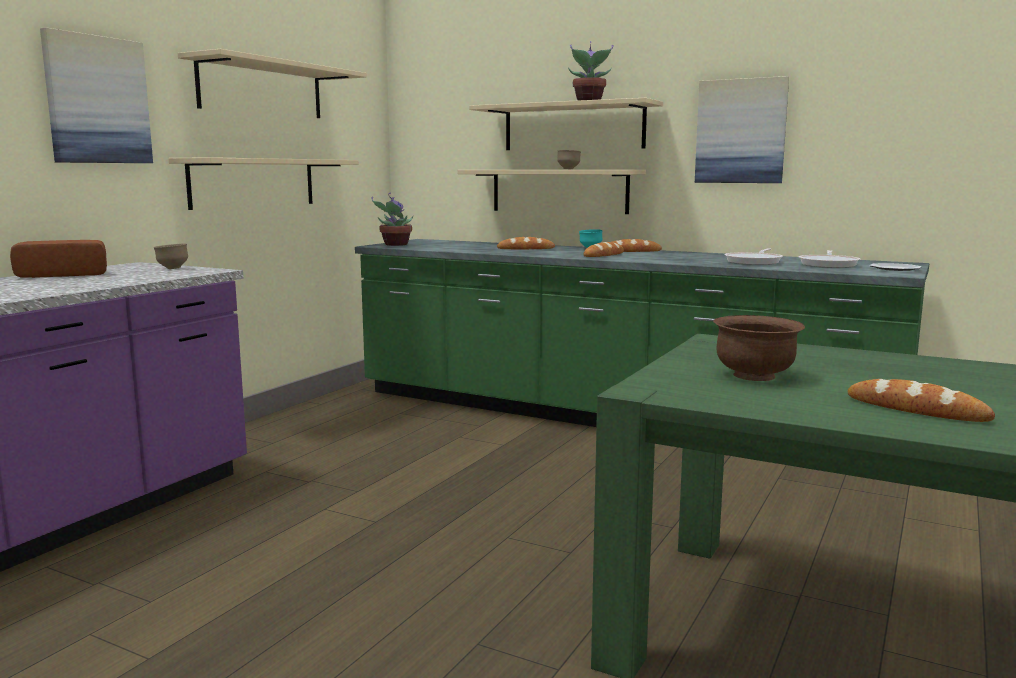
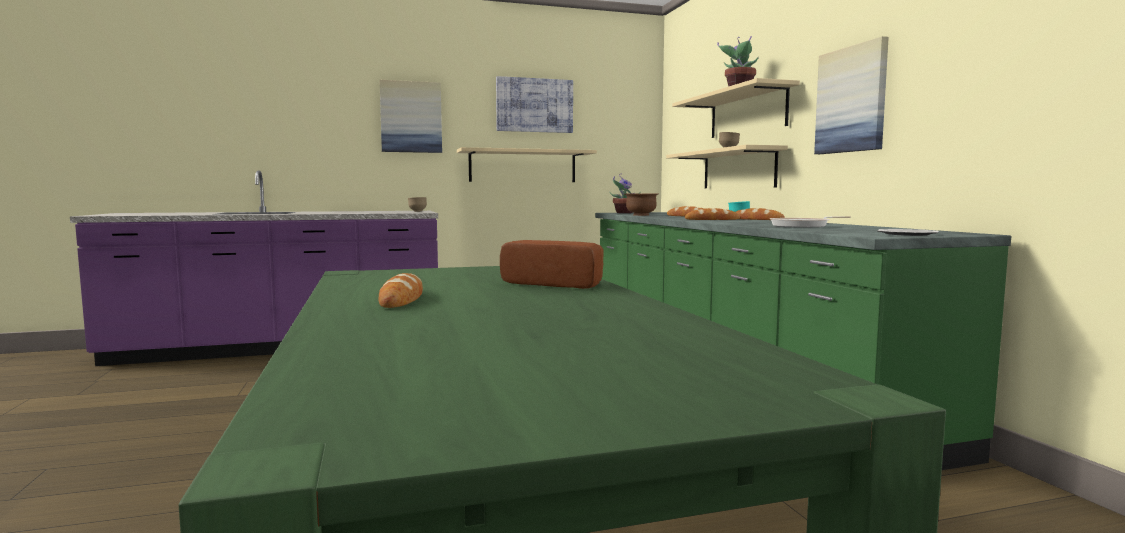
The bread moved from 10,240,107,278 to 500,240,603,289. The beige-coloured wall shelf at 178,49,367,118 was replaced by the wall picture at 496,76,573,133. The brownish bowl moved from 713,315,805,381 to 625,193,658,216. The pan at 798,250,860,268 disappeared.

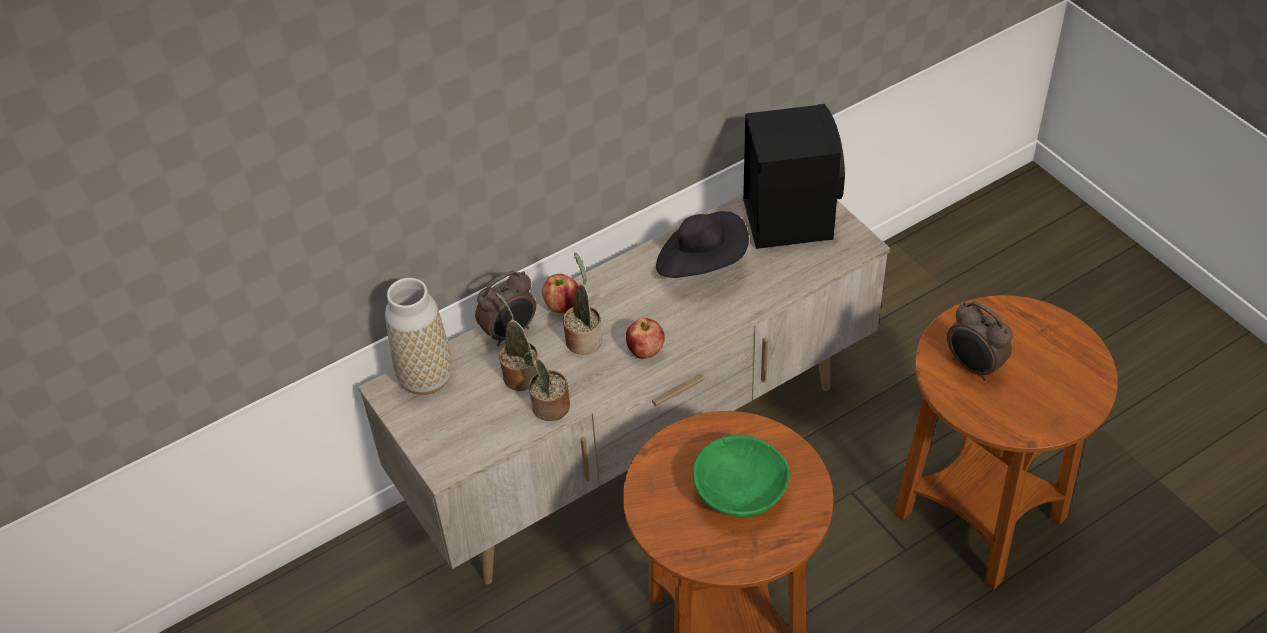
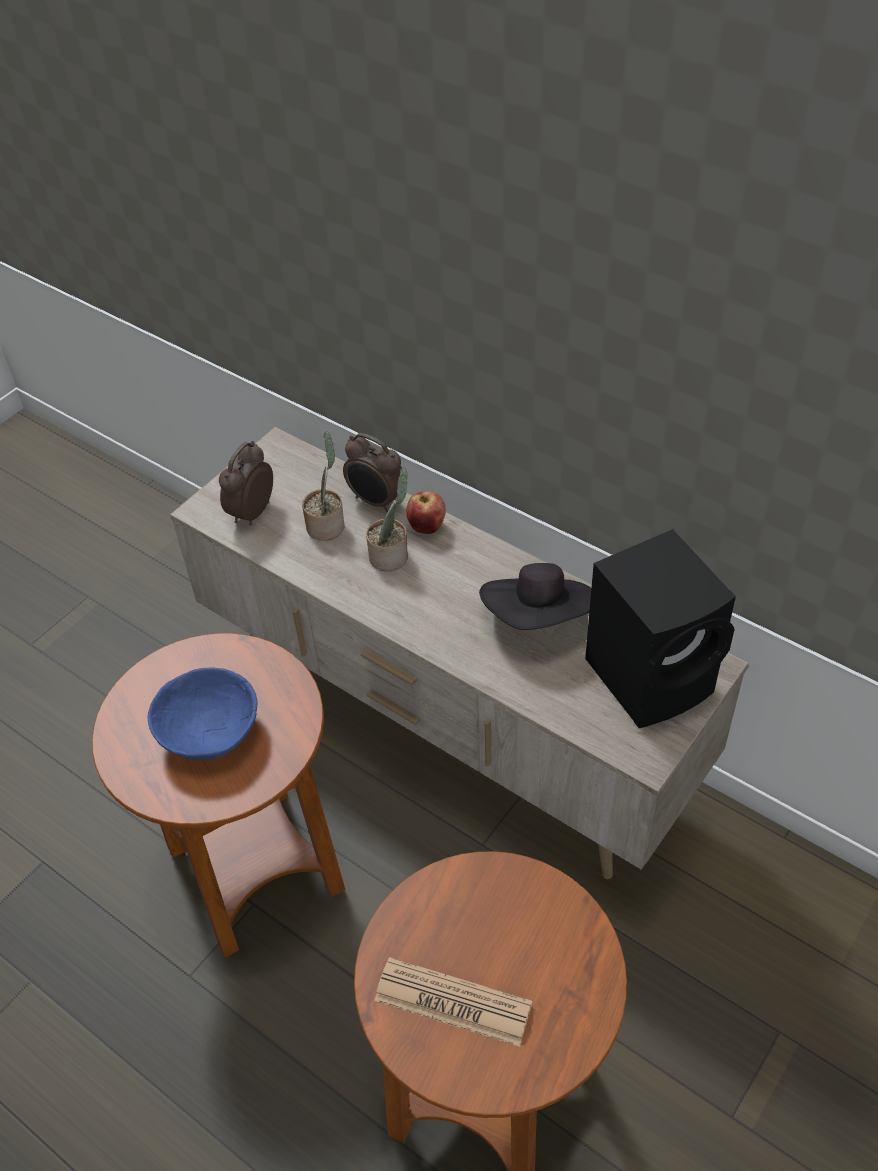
The vase at 385,278,452,395 disappeared. The houseplant at 523,352,570,421 disappeared. The apple fruit at 626,318,665,359 disappeared. The green bowl at 693,435,790,518 became the blue bowl at 147,668,257,760. The bedside clock moved from 947,301,1012,381 to 219,441,273,526. The printed paper at 374,957,532,1047 appeared.

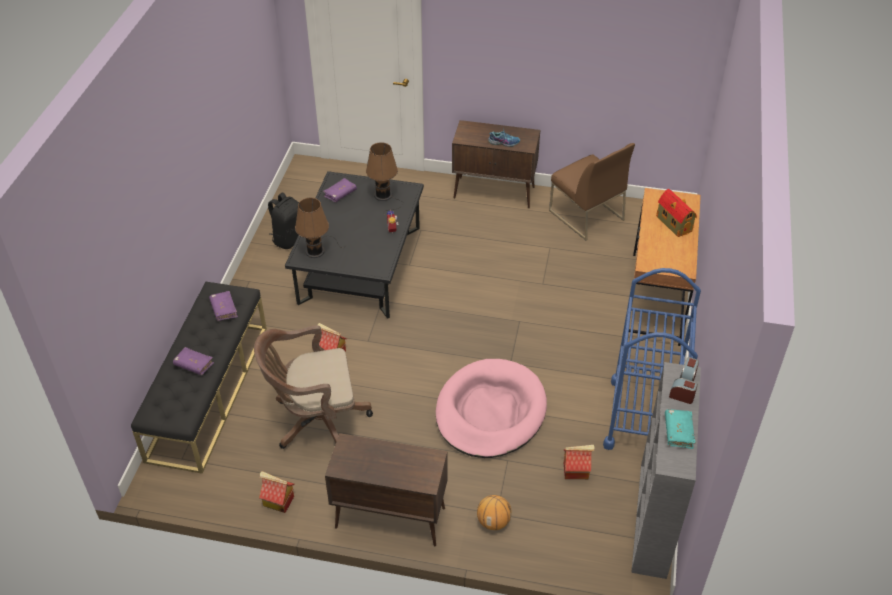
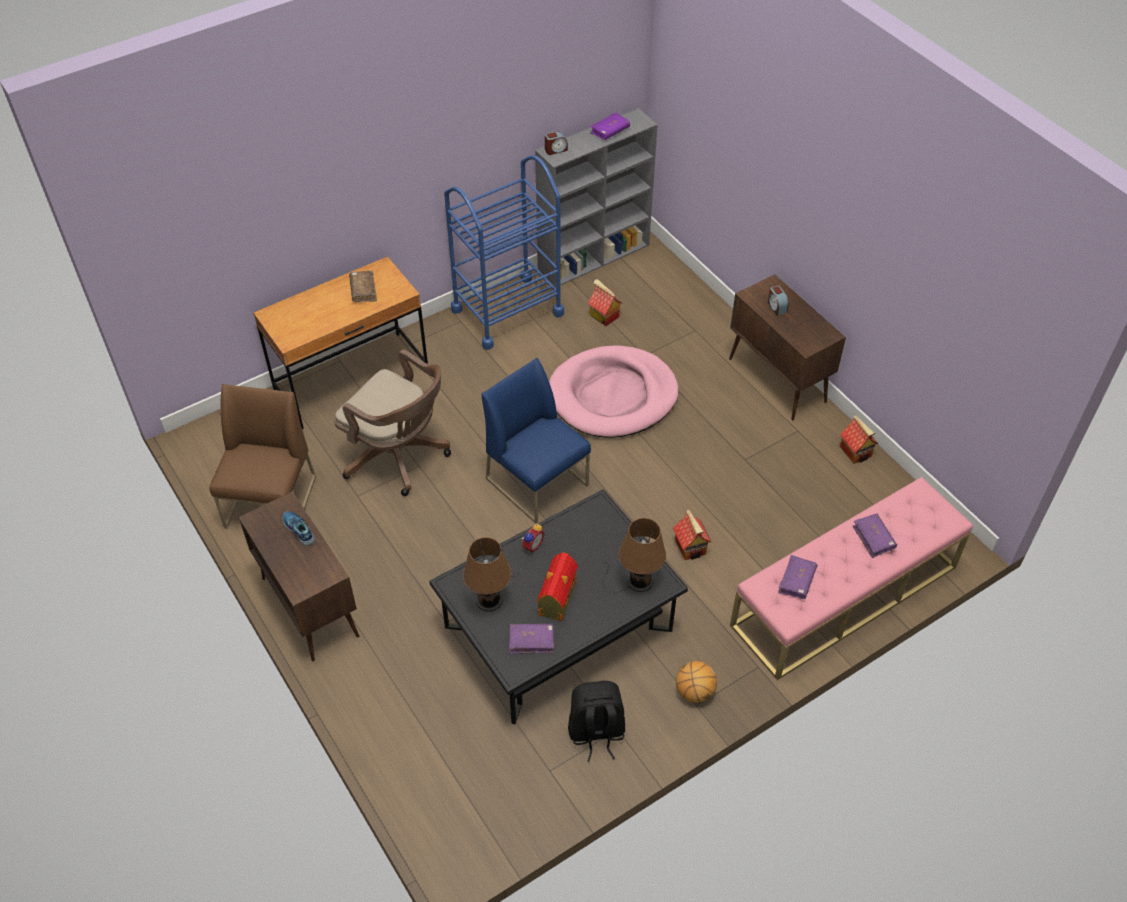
The black bench at 131,282,267,474 became the pink bench at 730,477,973,680. The brownish computer chair moved from 254,325,373,449 to 334,349,451,496. The basketball ball moved from 477,495,512,530 to 676,661,717,703. The toy house moved from 656,189,697,237 to 537,552,578,621. The turquoise-coloured bound book at 665,409,696,449 became the purplish bound book at 590,112,630,140. The bedside clock moved from 669,378,698,404 to 768,285,789,315. The brownish bound book at 349,271,377,302 appeared. The blue chair at 482,358,591,524 appeared.

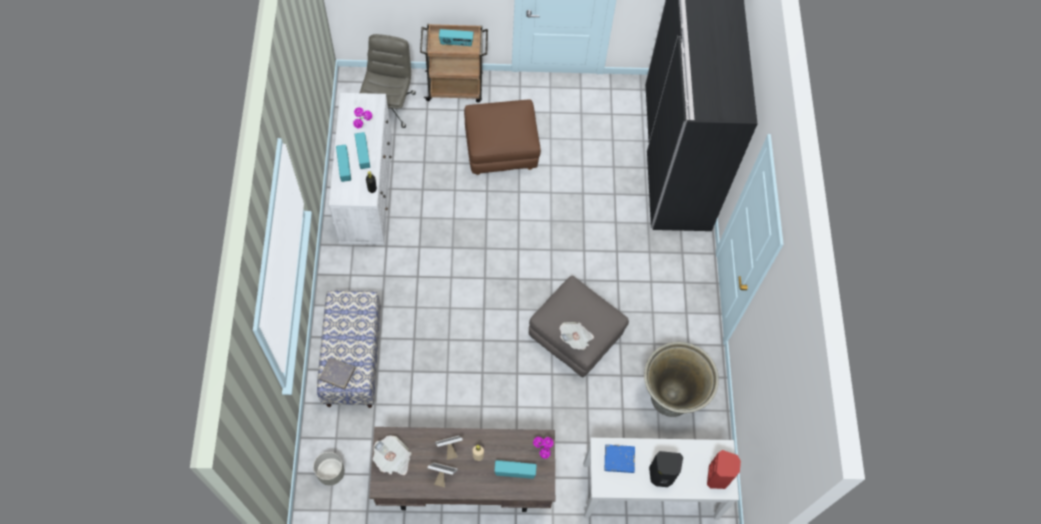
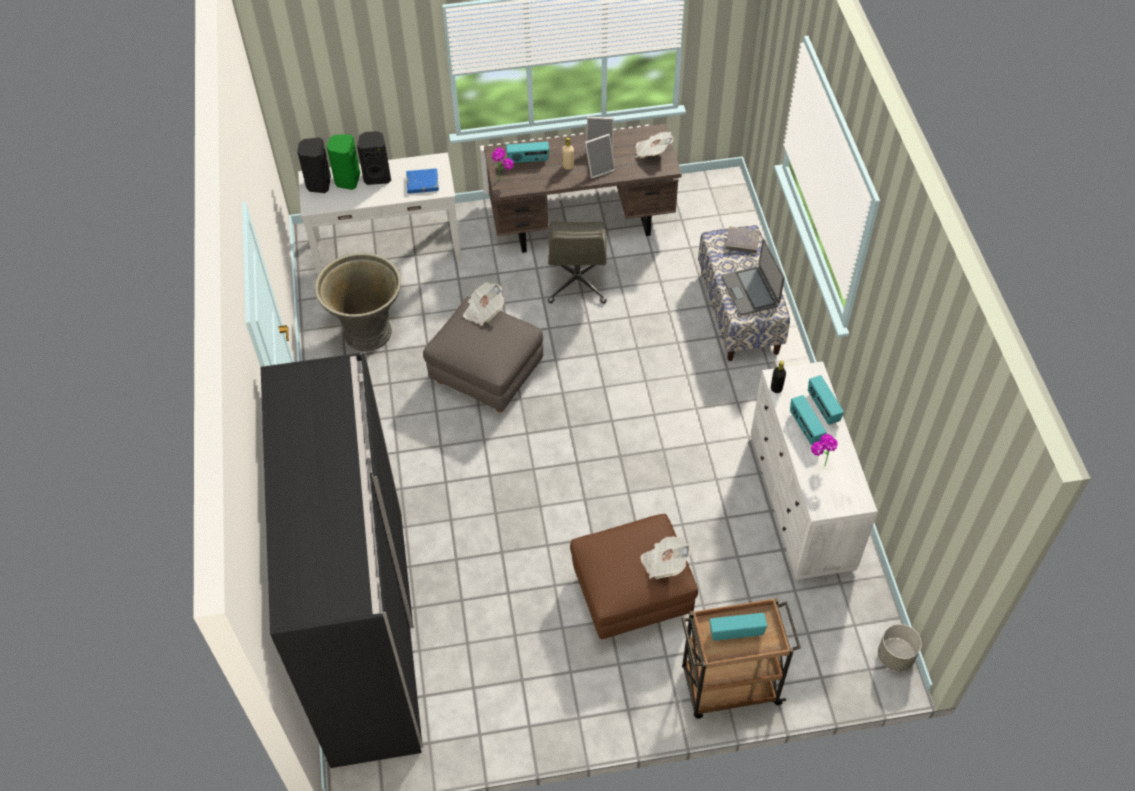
The greyish plant pot moved from 313,452,345,485 to 878,624,922,671. The greyish computer chair moved from 360,34,416,128 to 548,221,607,304. The reddish speaker at 707,450,741,489 became the black speaker at 297,137,331,193. The green speaker at 327,134,360,190 appeared. The printed paper at 640,536,691,579 appeared. The portable computer at 721,239,785,316 appeared.

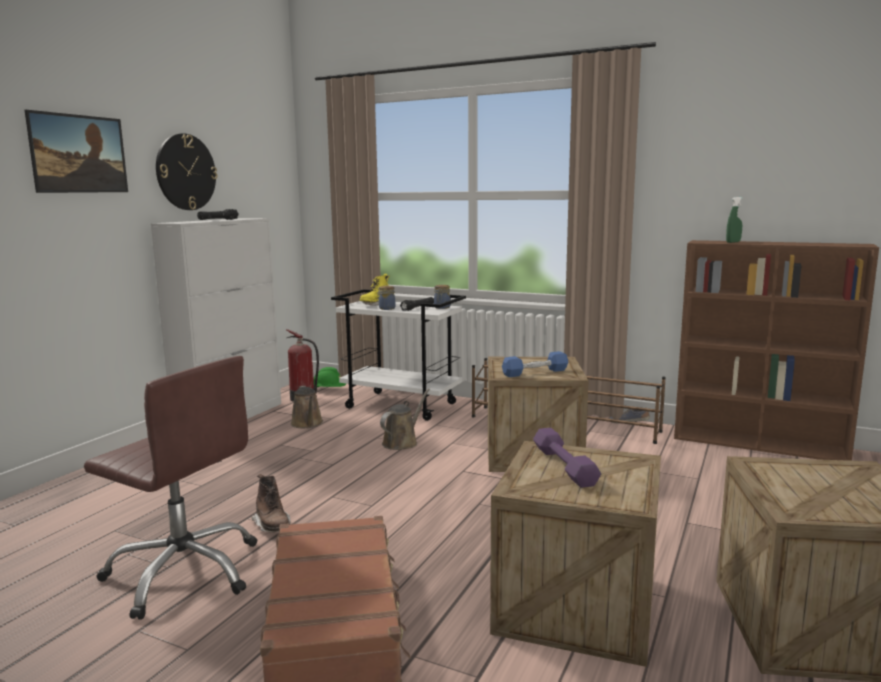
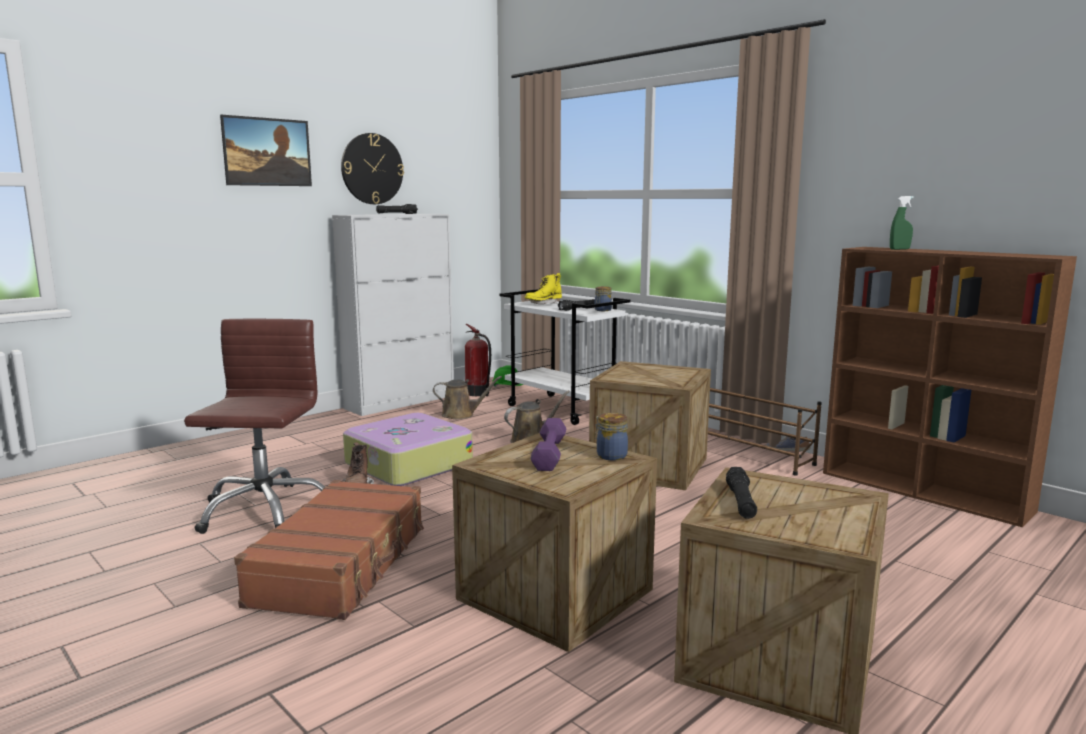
The brownish computer chair at 84,356,257,620 turned 135 degrees counterclockwise. The brownish sprinkling can at 291,386,323,428 turned 90 degrees counterclockwise. The preserve jar moved from 377,286,396,310 to 594,413,628,461. The blue free weight at 502,351,568,377 disappeared. The suitcase at 343,413,473,486 appeared. The black torch at 726,467,757,519 appeared.

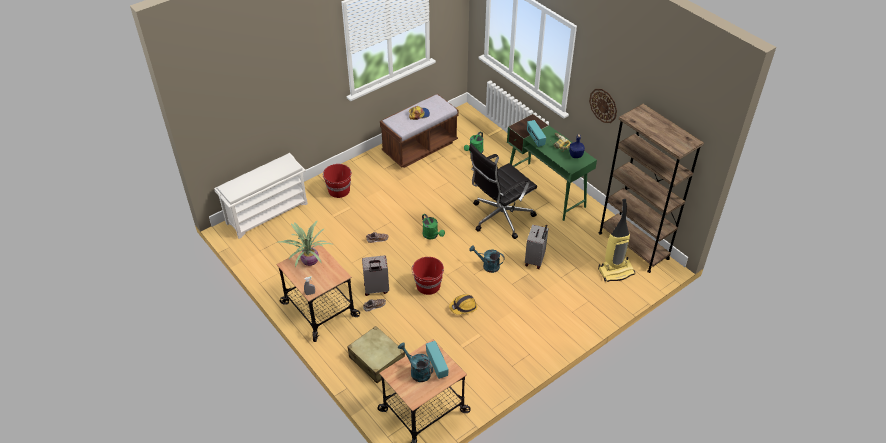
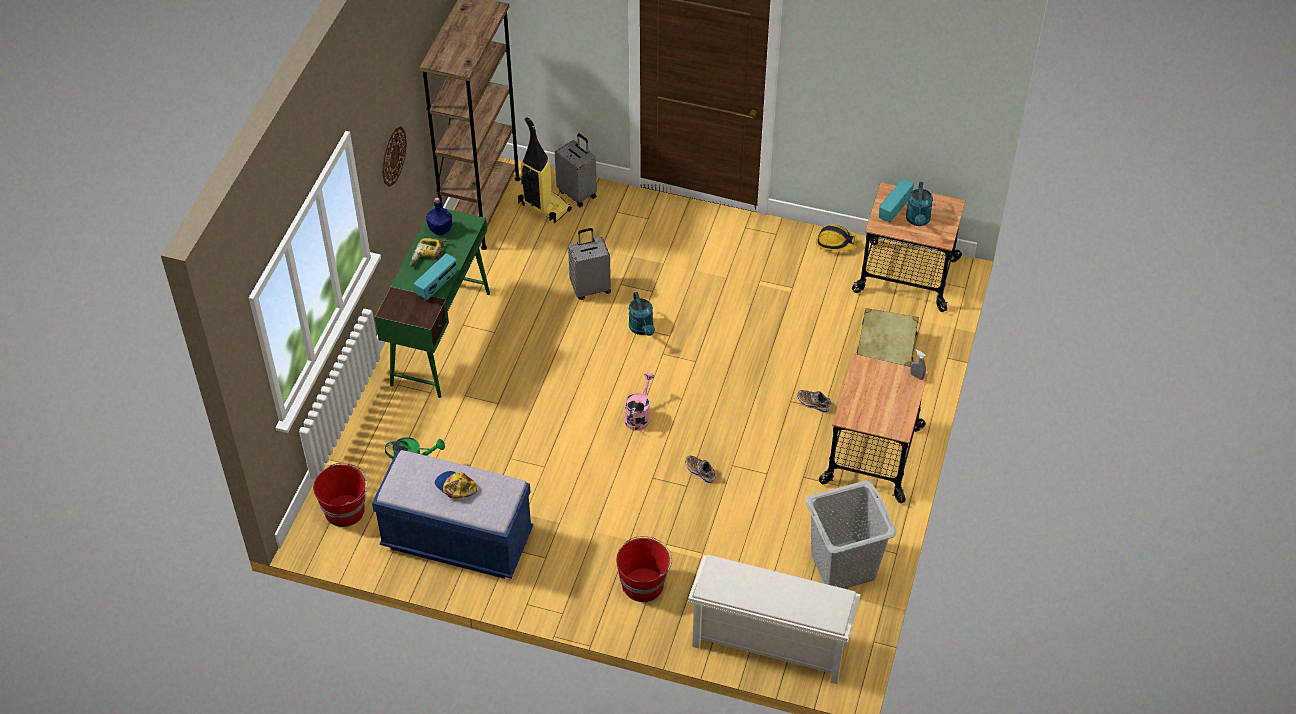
The houseplant at 276,220,334,267 disappeared. The greyish suitcase moved from 362,256,389,296 to 555,133,597,207. The brownish bench at 380,94,458,168 became the blue bench at 372,450,533,579. The reddish water bucket moved from 412,257,444,295 to 313,463,368,527. The green sprinkling can at 422,214,445,239 became the pink sprinkling can at 625,372,655,431. The work helmet moved from 449,294,478,315 to 816,225,858,251. The black computer chair at 469,144,537,239 disappeared. The greyish laundry basket at 805,480,896,589 appeared.

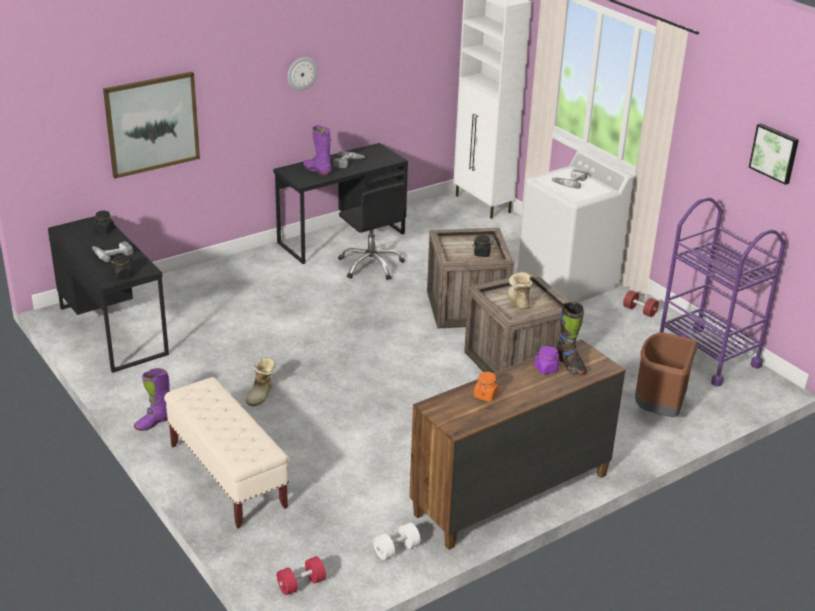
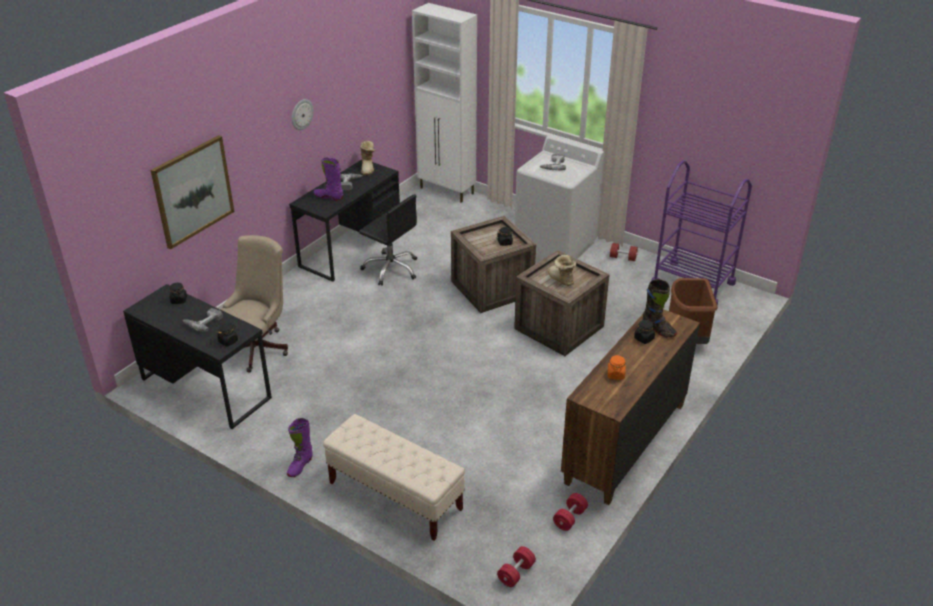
The boot moved from 246,358,275,407 to 360,141,376,176. The whitish free weight at 373,522,421,560 became the reddish free weight at 553,493,588,531. The purplish preserve jar at 534,346,559,375 became the black preserve jar at 634,320,655,344. The wall picture at 749,123,799,185 disappeared. The beige-coloured computer chair at 220,235,288,373 appeared.

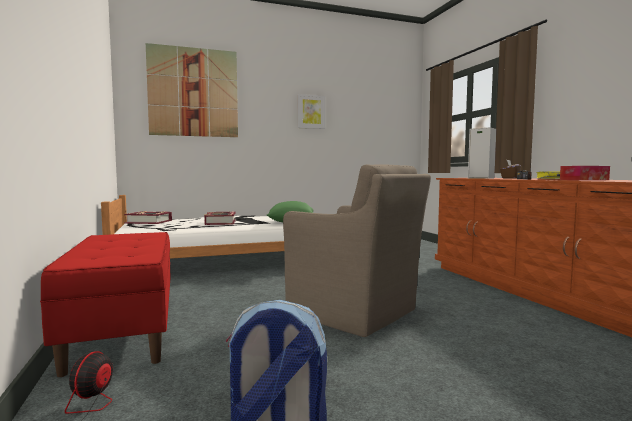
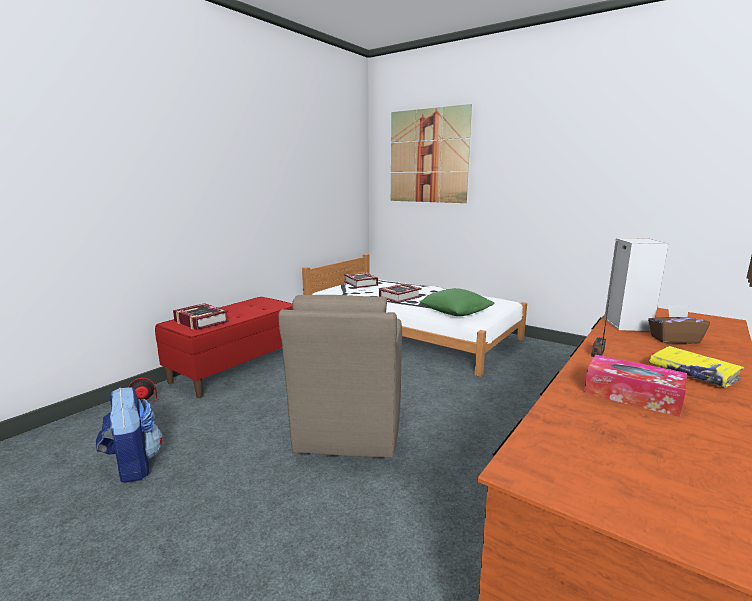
The wall picture at 298,94,325,129 disappeared. The bound book at 173,303,229,330 appeared.

